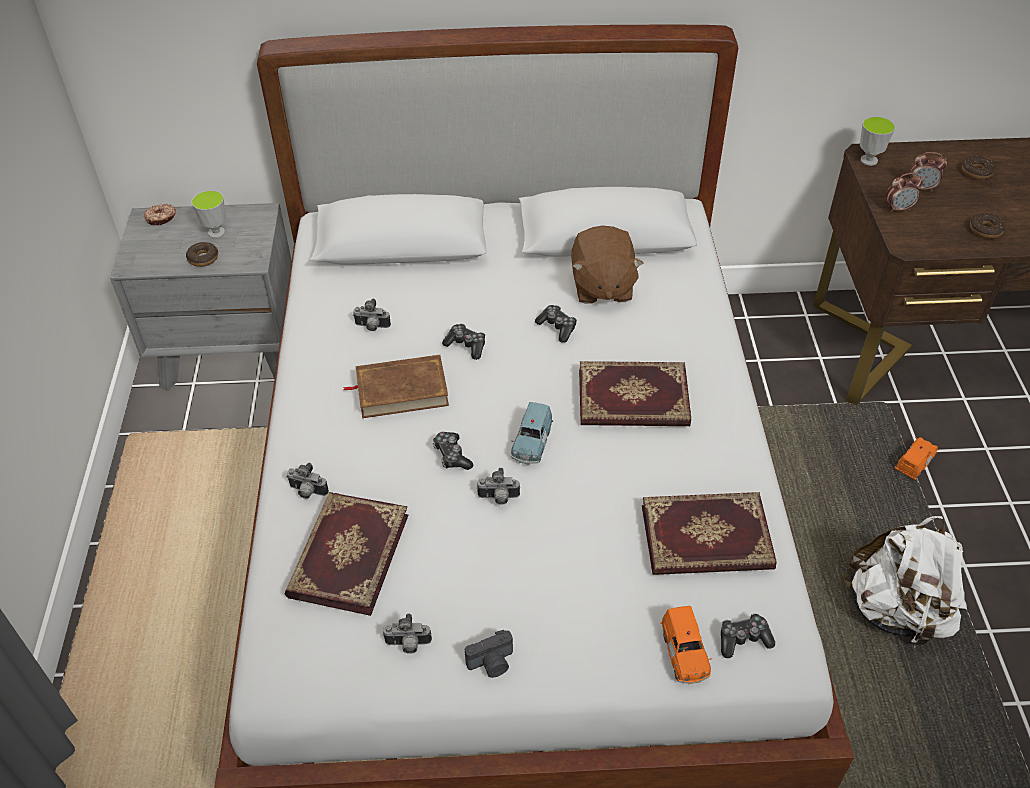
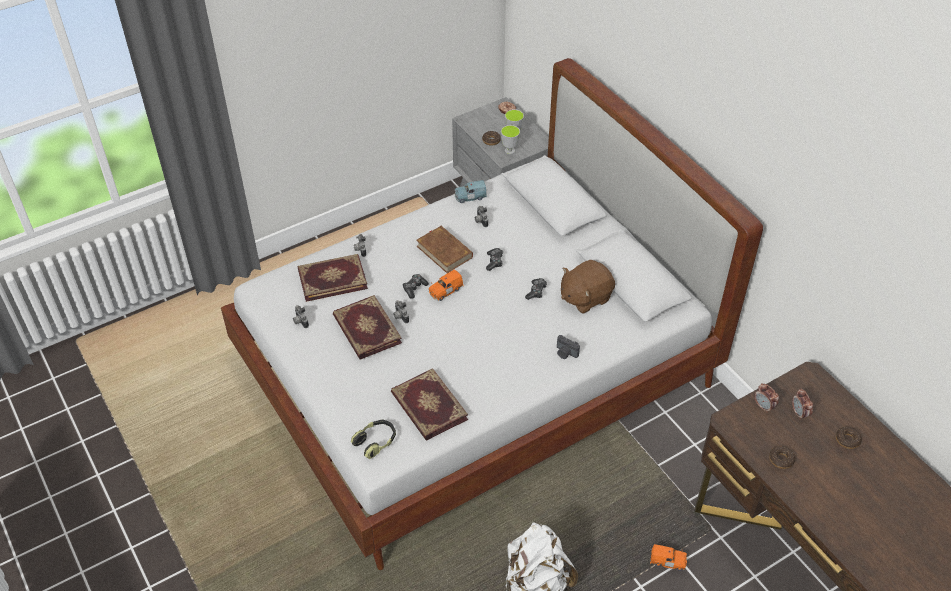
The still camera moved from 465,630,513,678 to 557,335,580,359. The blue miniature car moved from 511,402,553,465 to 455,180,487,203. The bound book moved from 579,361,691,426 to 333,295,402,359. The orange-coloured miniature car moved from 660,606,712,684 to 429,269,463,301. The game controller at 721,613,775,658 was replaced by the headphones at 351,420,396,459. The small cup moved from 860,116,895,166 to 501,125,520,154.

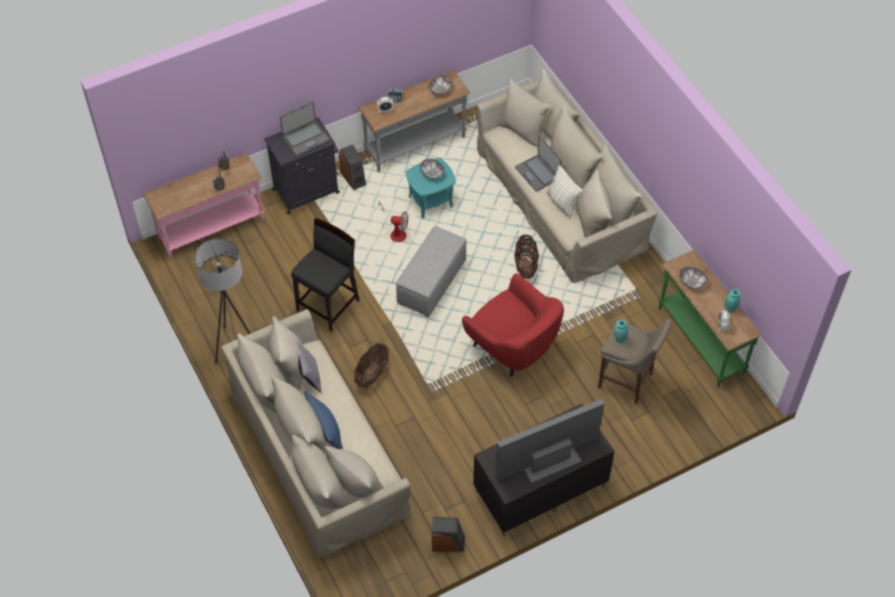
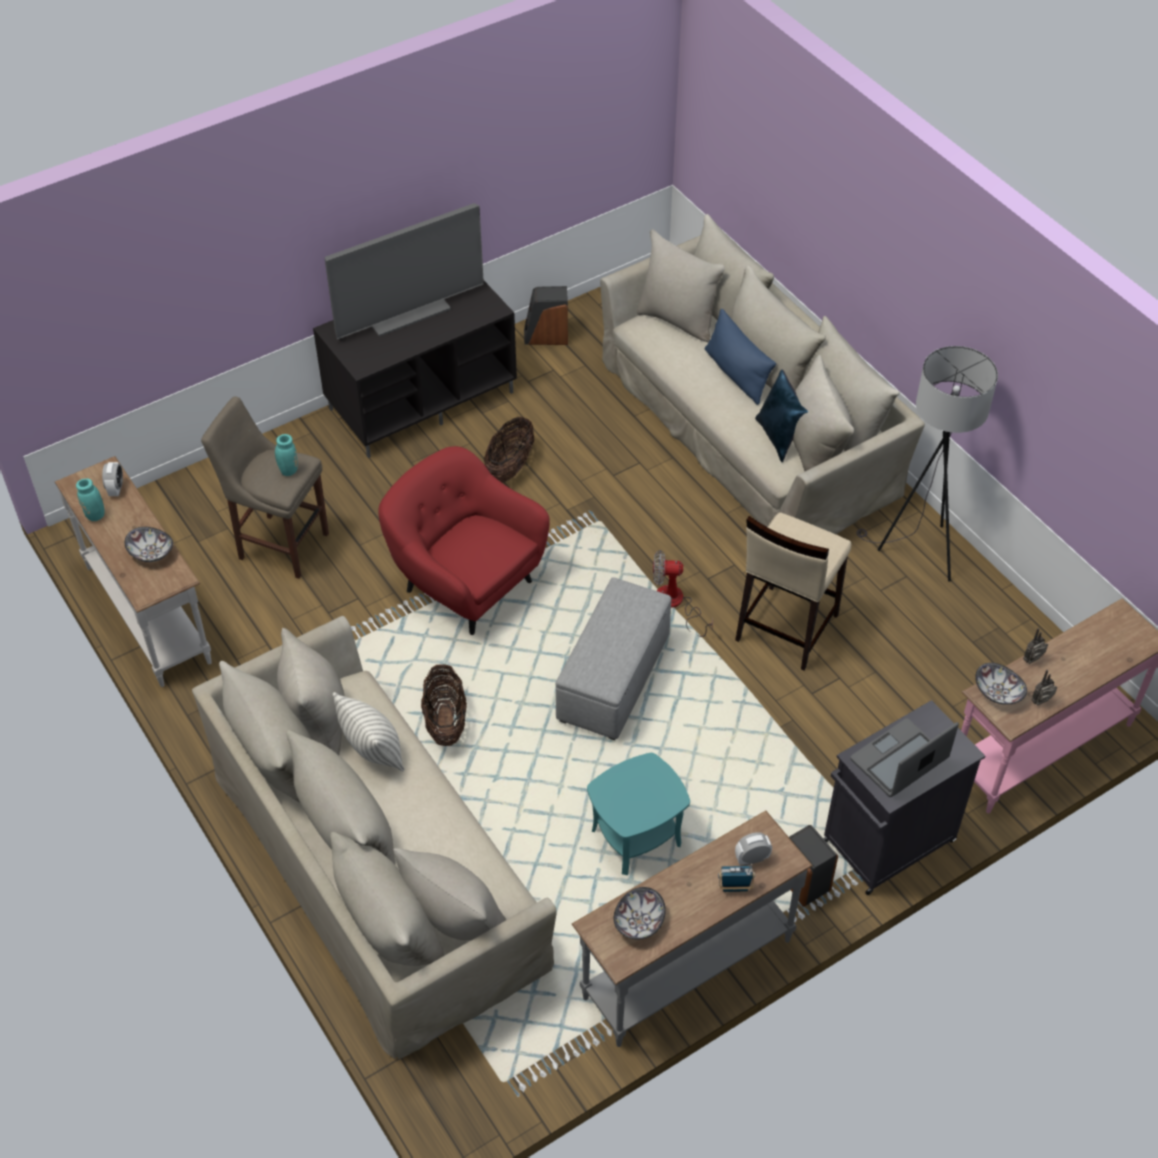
The black sitting stool at 291,218,359,332 became the beige-coloured sitting stool at 735,512,851,671. The greyish pillow at 296,341,321,393 became the blue pillow at 755,370,808,463. The basket moved from 354,343,389,388 to 484,416,535,483. The electric fan moved from 379,201,408,242 to 653,550,713,637. The bowl moved from 420,159,444,179 to 975,663,1027,705. The portable computer at 515,136,562,191 disappeared. The green hall table at 659,250,761,387 became the whitish hall table at 55,456,212,687.

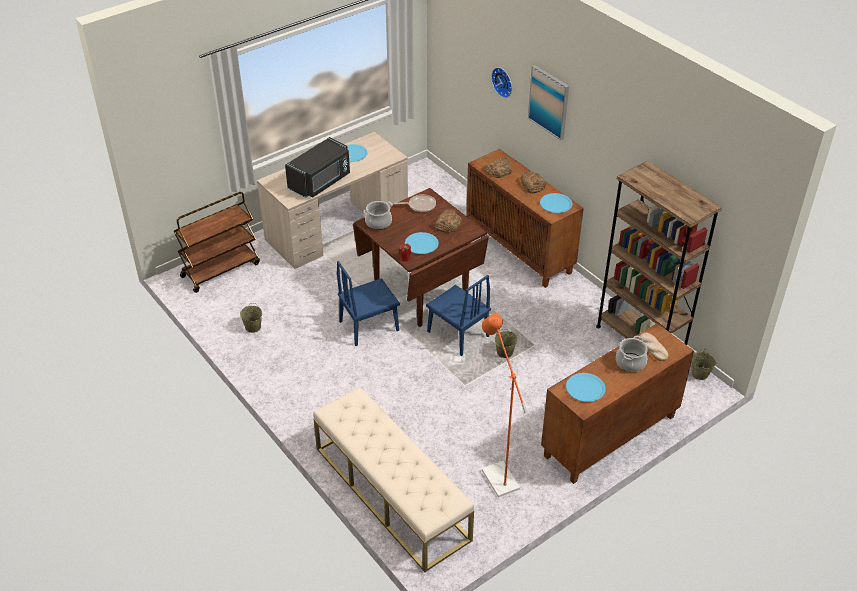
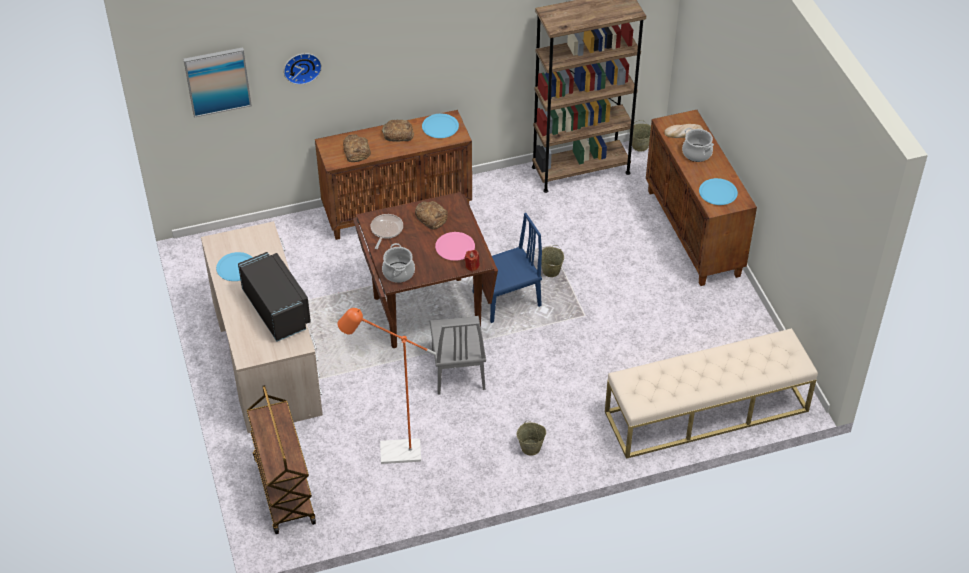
The beige-coloured water bucket moved from 240,303,262,333 to 517,421,546,456. The blue chair at 337,261,400,346 became the greyish chair at 430,316,486,395. The blue plate at 405,232,439,254 became the pink plate at 435,232,475,261. The orange-coloured floor lamp moved from 482,314,527,497 to 337,308,436,464. The wall picture moved from 528,65,569,140 to 183,47,252,118.

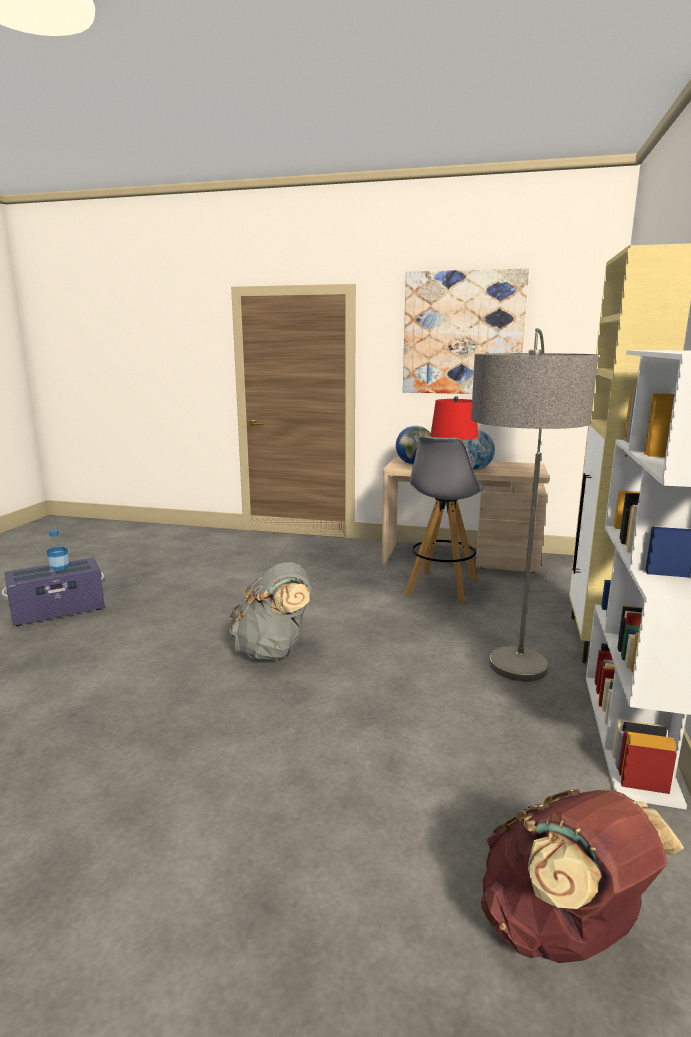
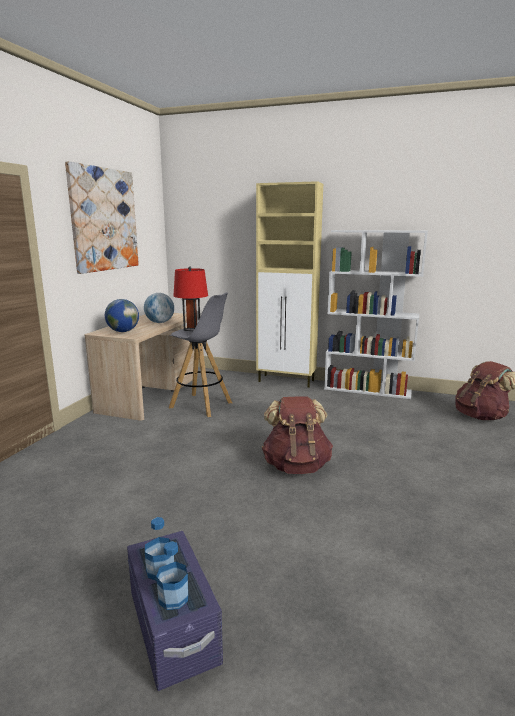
The greyish backpack at 229,562,312,660 became the brownish backpack at 262,396,333,474. The floor lamp at 471,328,598,682 disappeared. The drink bottle at 156,541,188,610 appeared.

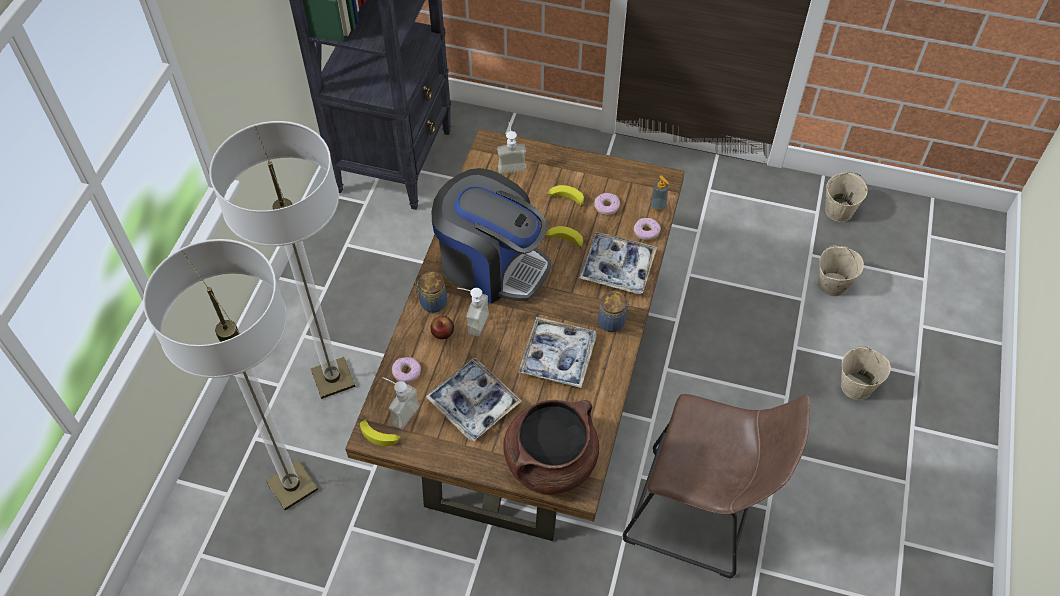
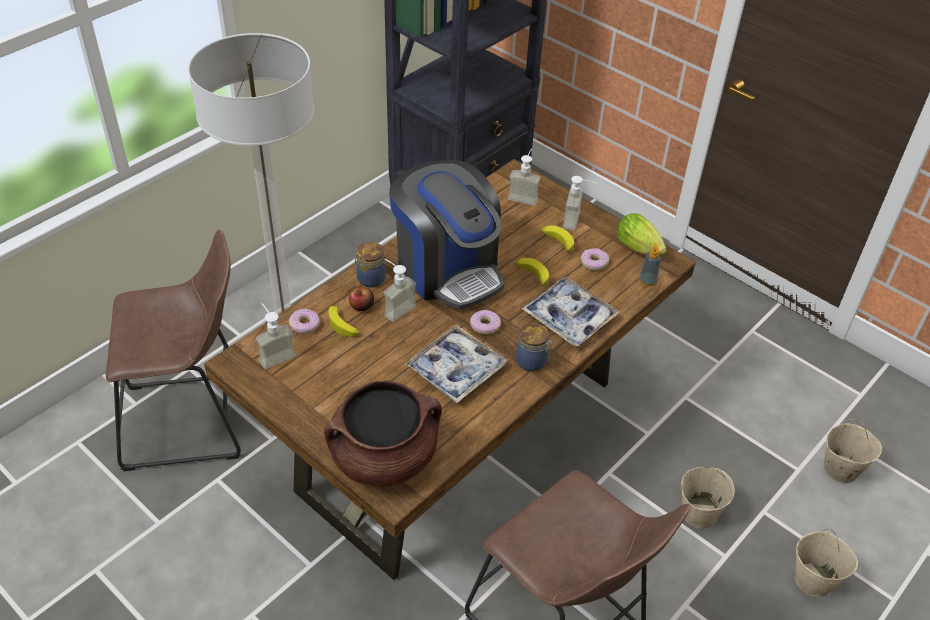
The floor lamp at 143,239,318,510 was replaced by the brownish sitting stool at 106,229,241,471. The whole banana moved from 360,418,401,446 to 328,305,360,337. The carrying tray at 425,358,521,441 disappeared. The donut moved from 634,218,661,240 to 470,310,501,334. The beige-coloured water bucket moved from 825,172,868,222 to 681,467,735,528. The liquid soap bottle at 563,176,596,230 appeared. The lettuce head at 617,214,667,256 appeared.

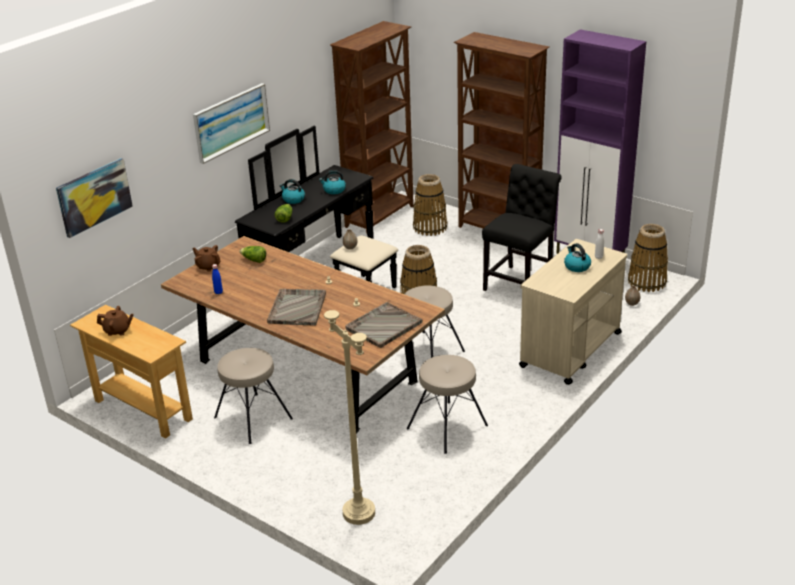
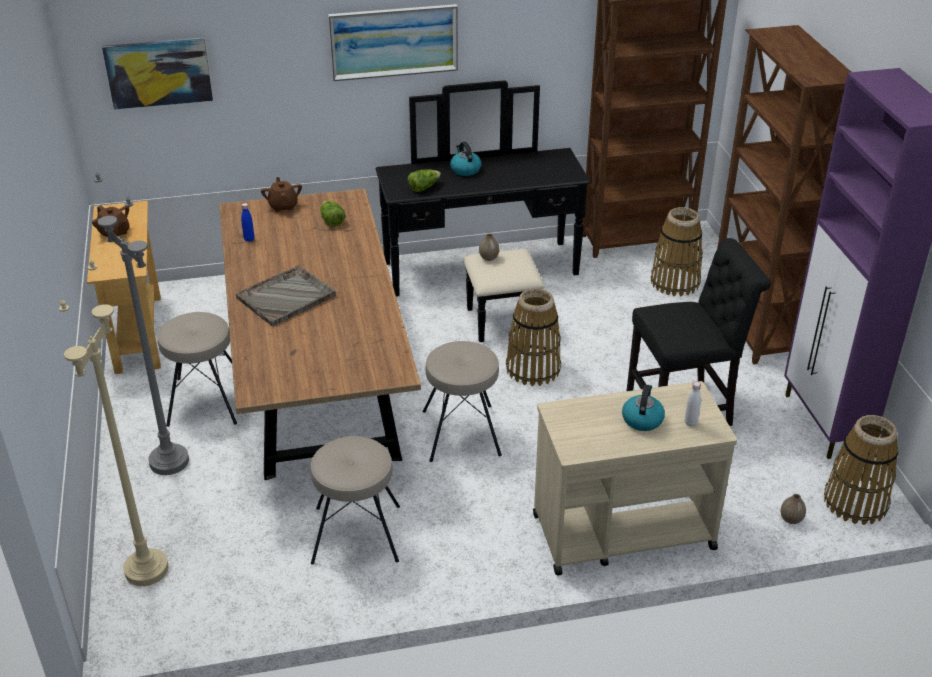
The water kettle at 319,170,346,194 disappeared. The greyish carrying tray at 345,302,422,348 disappeared. The greyish floor lamp at 94,172,189,475 appeared.

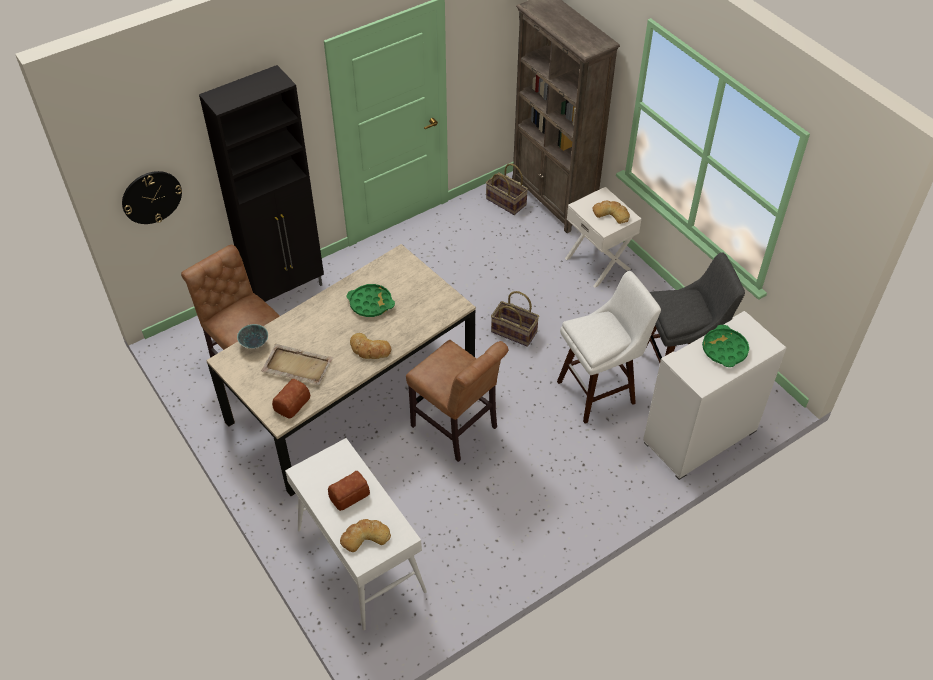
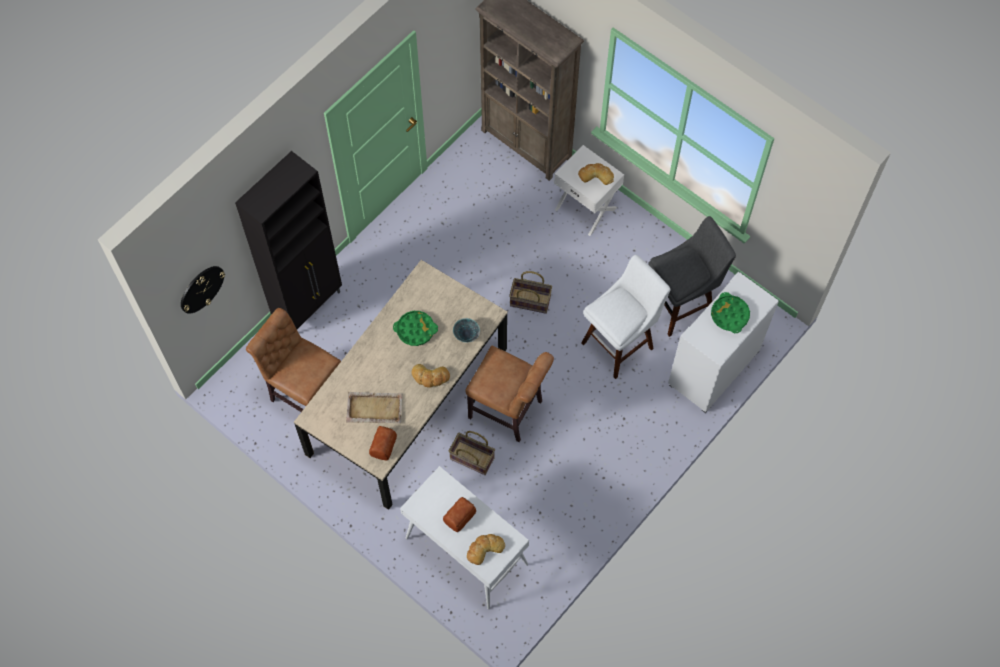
The bowl moved from 237,324,268,349 to 453,318,480,343. The basket moved from 486,163,528,215 to 449,431,495,475.

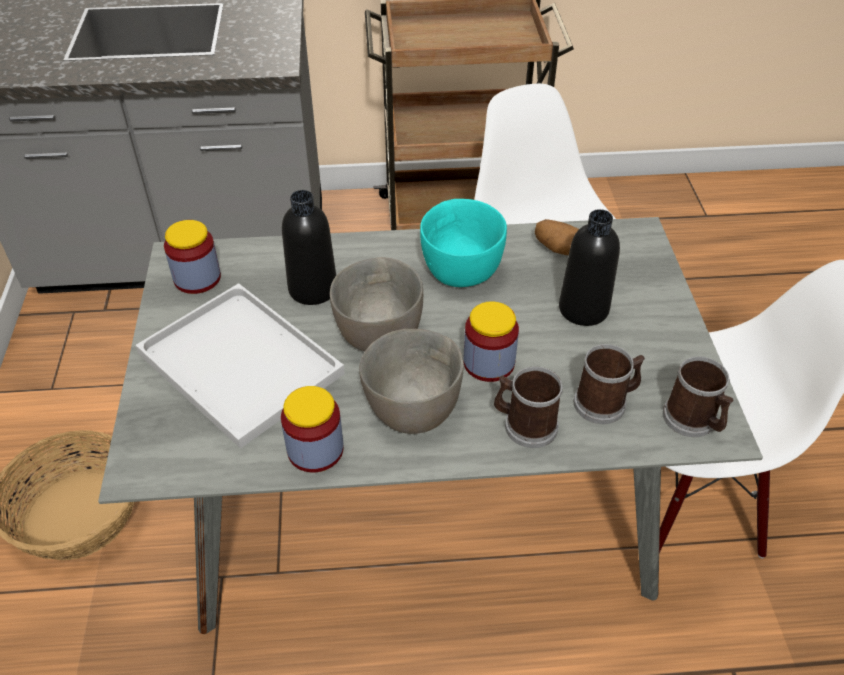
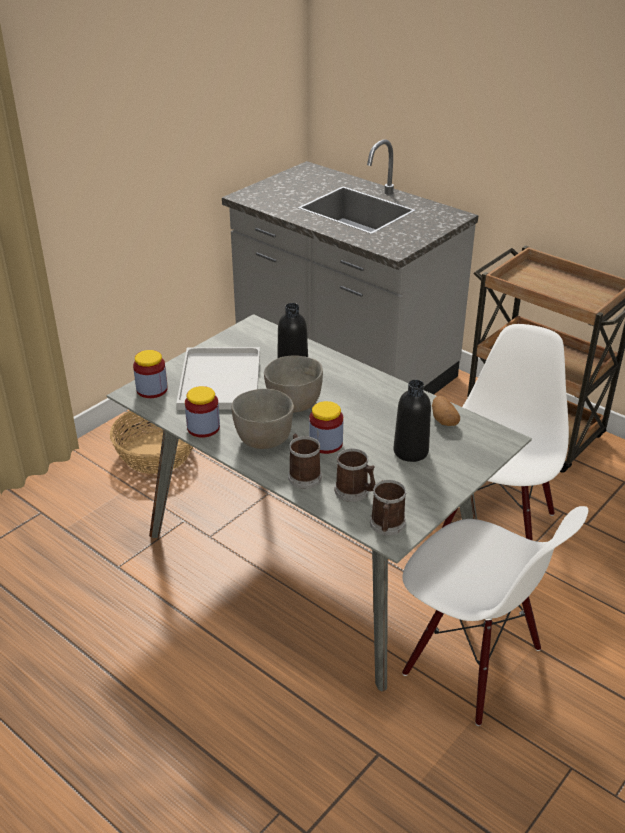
The preserve jar moved from 164,220,221,294 to 133,350,168,398. The turquoise-coloured bowl at 420,199,507,287 disappeared.

